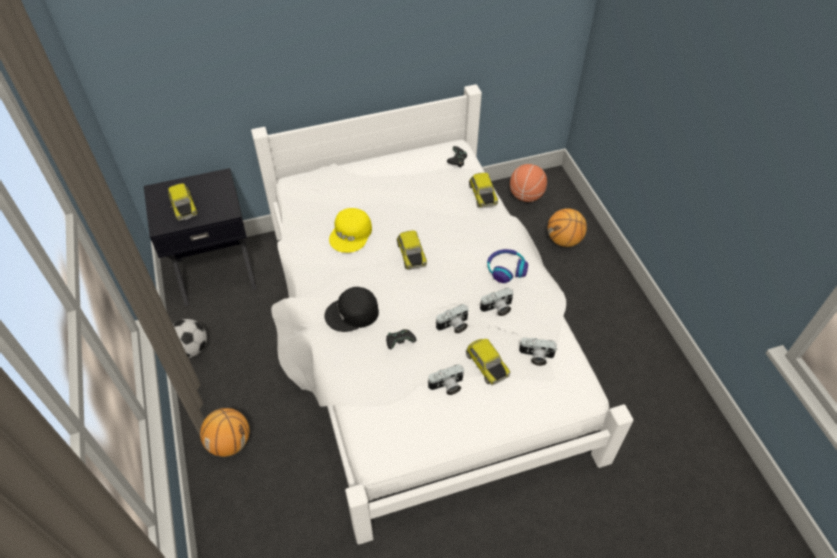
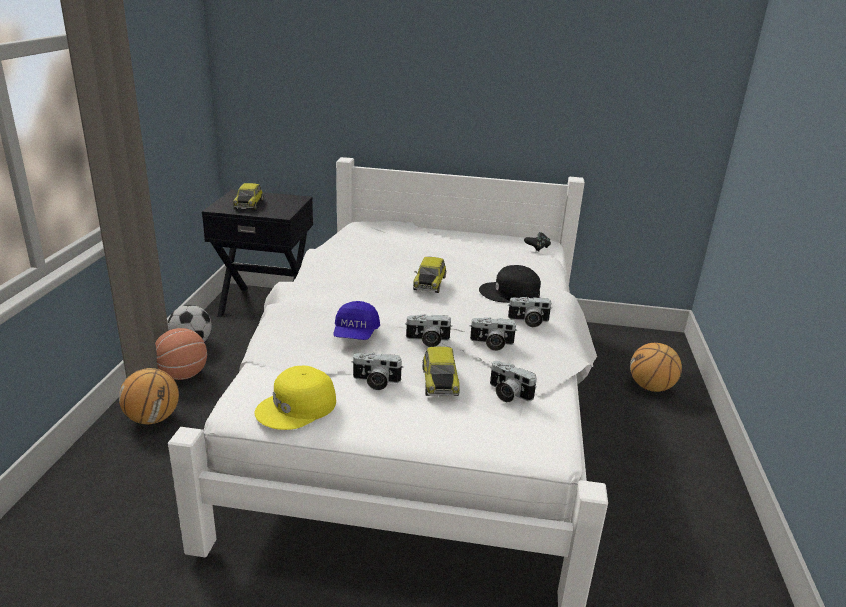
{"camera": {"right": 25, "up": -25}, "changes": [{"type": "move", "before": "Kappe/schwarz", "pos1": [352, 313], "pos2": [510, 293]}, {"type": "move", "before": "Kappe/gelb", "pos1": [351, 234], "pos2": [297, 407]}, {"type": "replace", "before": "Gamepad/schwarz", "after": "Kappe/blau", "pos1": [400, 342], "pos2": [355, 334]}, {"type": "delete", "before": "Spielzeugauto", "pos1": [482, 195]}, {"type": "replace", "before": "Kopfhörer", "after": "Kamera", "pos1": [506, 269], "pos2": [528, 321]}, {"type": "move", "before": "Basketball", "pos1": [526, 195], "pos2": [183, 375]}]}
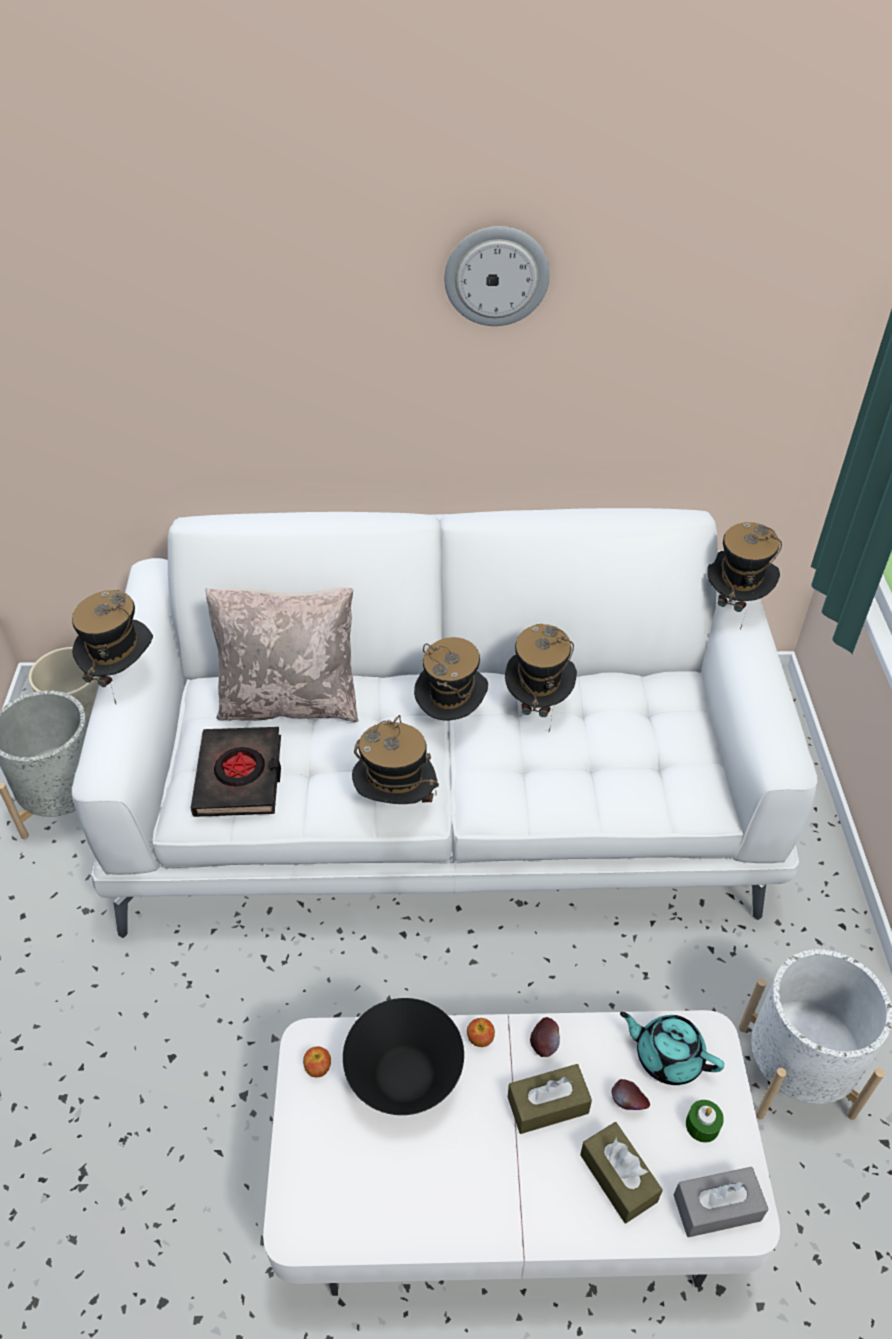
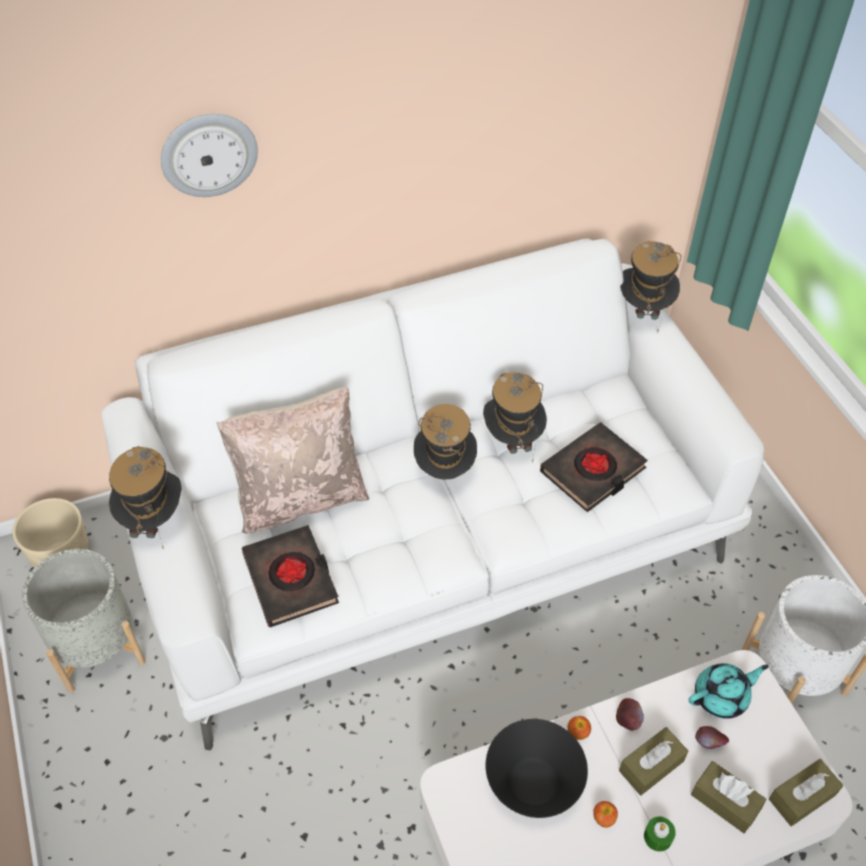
{"camera": {"right": -20, "up": 5}, "changes": [{"type": "move", "before": "Apfel", "pos1": [318, 1067], "pos2": [603, 818]}, {"type": "delete", "before": "Hut", "pos1": [395, 802]}, {"type": "move", "before": "Wanduhr", "pos1": [496, 275], "pos2": [209, 154]}, {"type": "rotate", "before": "Teekanne/türkis", "pos1": [667, 1056], "pos2": [722, 696], "turn": 150}, {"type": "recolor", "before": "Taschentuchbox/grau", "after": "Taschentuchbox/braun", "pos1": [716, 1207], "pos2": [802, 797]}, {"type": "move", "before": "Kerze/grün", "pos1": [702, 1125], "pos2": [658, 837]}, {"type": "insert", "after": "Buch/schwarz", "pos2": [593, 471]}]}
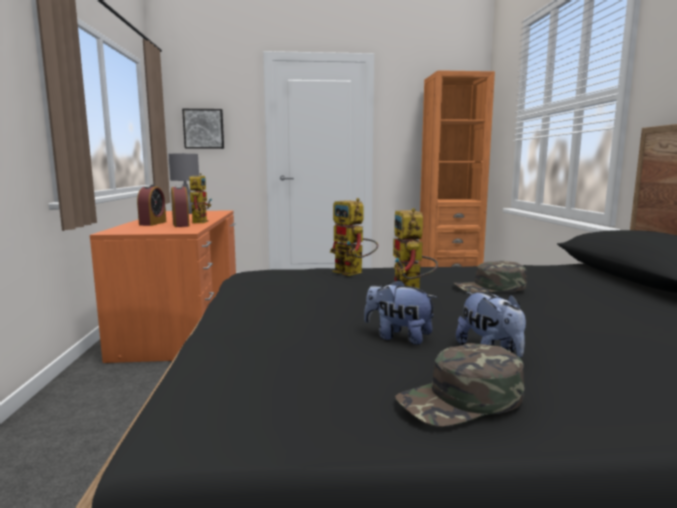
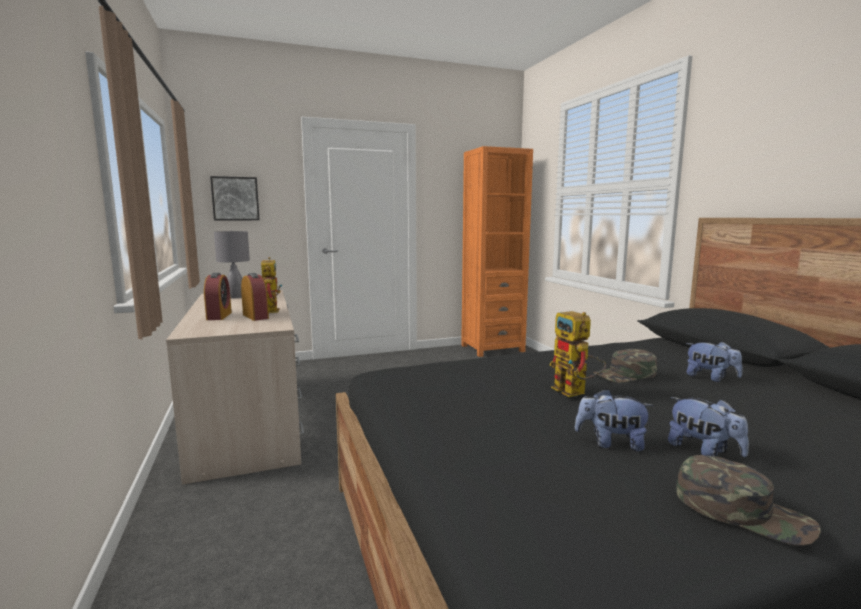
{"camera": {"right": -15, "up": 0}, "changes": [{"type": "recolor", "before": "Schreibtisch/orange", "after": "Schreibtisch/beige", "pos1": [184, 321], "pos2": [248, 419]}, {"type": "delete", "before": "Spielzeugroboter", "pos1": [353, 273]}, {"type": "rotate", "before": "Kappe/grün", "pos1": [461, 400], "pos2": [742, 510], "turn": -105}, {"type": "insert", "after": "Plüschtier", "pos2": [710, 378]}]}
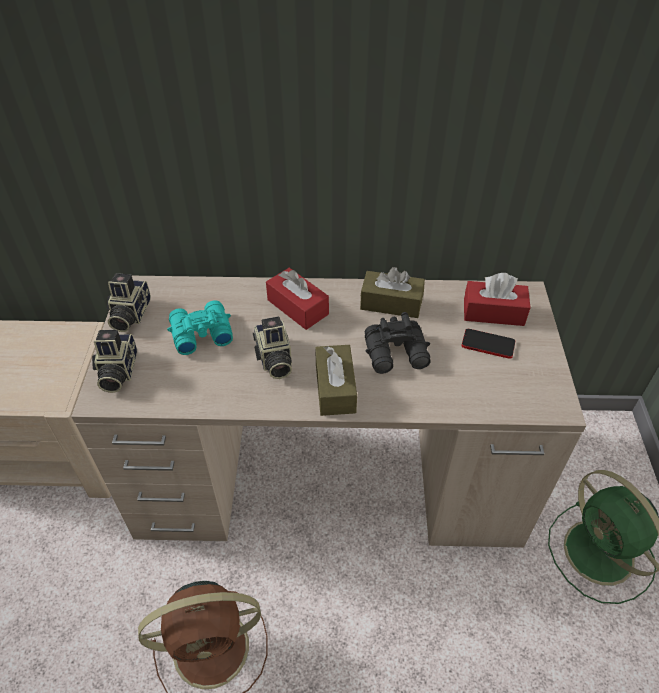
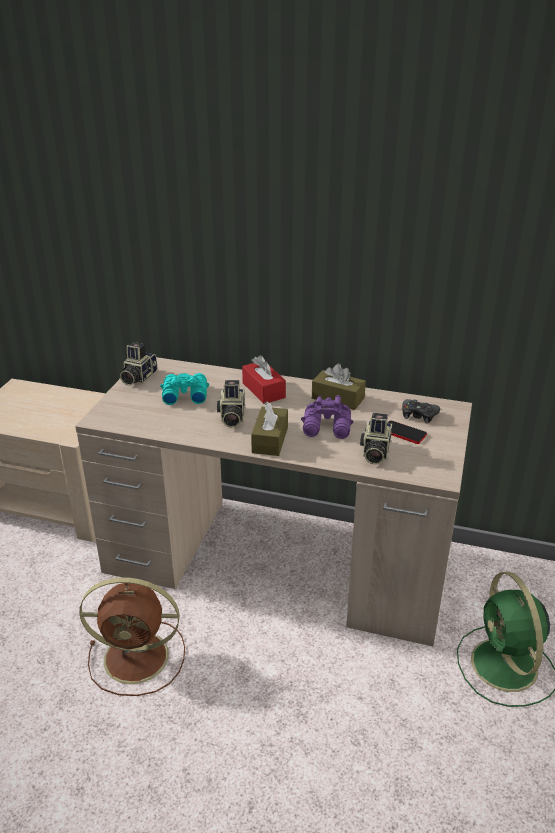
{"camera": {"right": 15, "up": -15}, "changes": [{"type": "move", "before": "Kamera", "pos1": [117, 372], "pos2": [374, 452]}, {"type": "recolor", "before": "Fernglas/schwarz", "after": "Fernglas/lila", "pos1": [397, 354], "pos2": [328, 428]}, {"type": "replace", "before": "Taschentuchbox/rot", "after": "Gamepad/schwarz", "pos1": [493, 312], "pos2": [418, 415]}]}
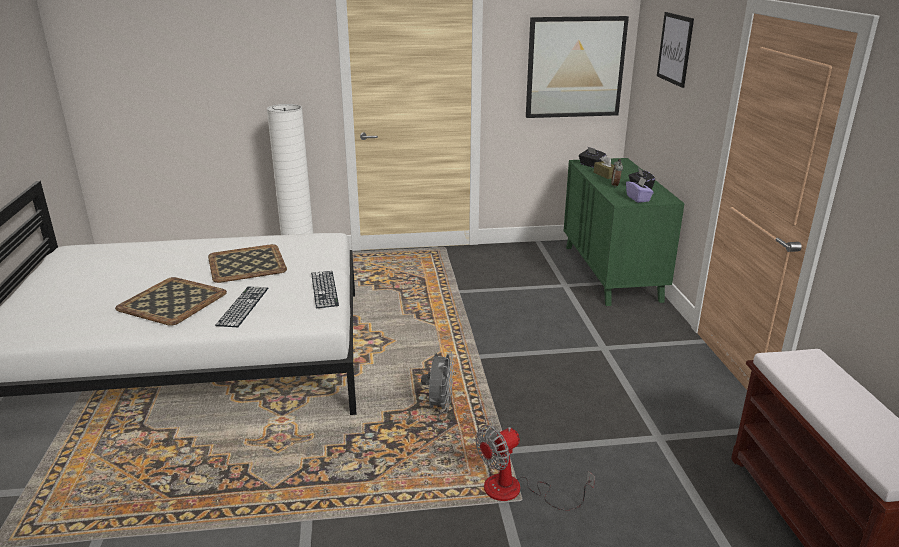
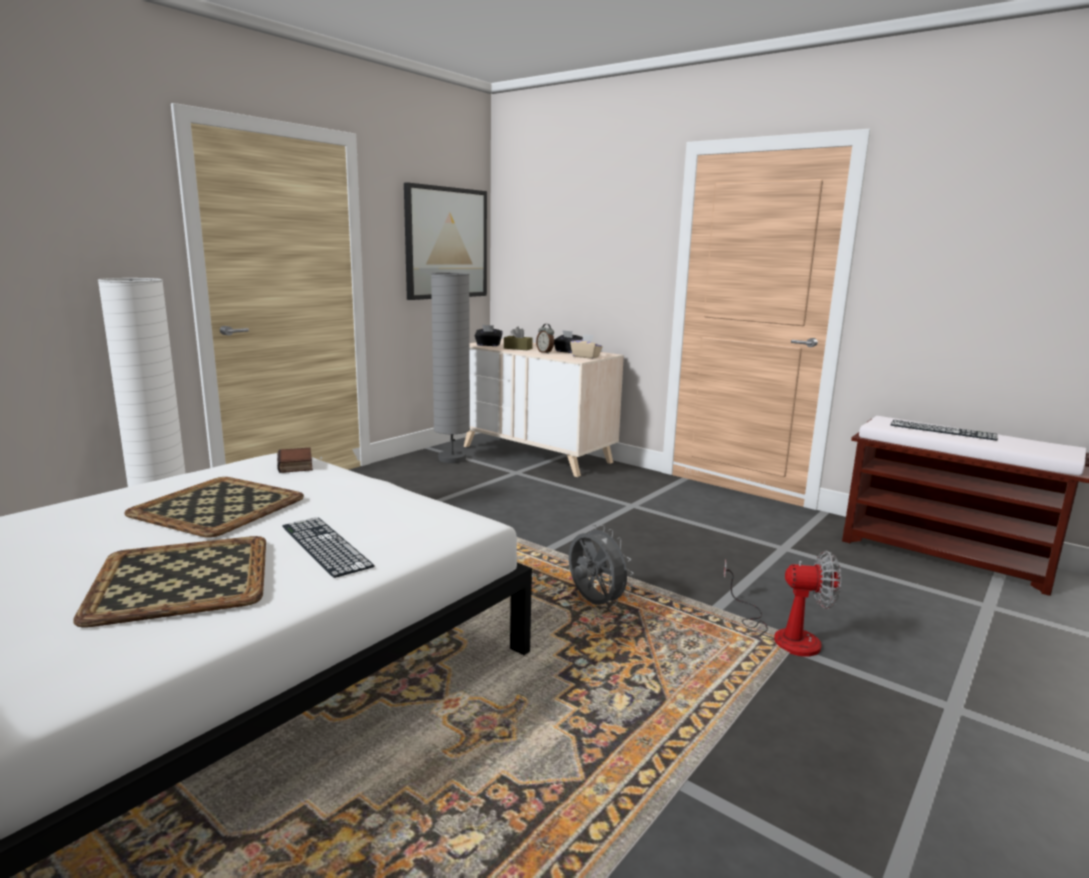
{"camera": {"right": -45, "up": -10}, "changes": [{"type": "move", "before": "Tastatur", "pos1": [324, 289], "pos2": [942, 430]}, {"type": "rotate", "before": "Ventilator", "pos1": [516, 491], "pos2": [783, 635], "turn": -90}, {"type": "recolor", "before": "Kommode/grün", "after": "Kommode/beige", "pos1": [611, 273], "pos2": [536, 454]}, {"type": "recolor", "before": "Taschentuchbox/lila", "after": "Taschentuchbox/beige", "pos1": [638, 198], "pos2": [586, 357]}, {"type": "delete", "before": "Bild", "pos1": [675, 49]}, {"type": "insert", "after": "Buch", "pos2": [297, 465]}, {"type": "insert", "after": "Stehlampe/grau", "pos2": [452, 459]}]}
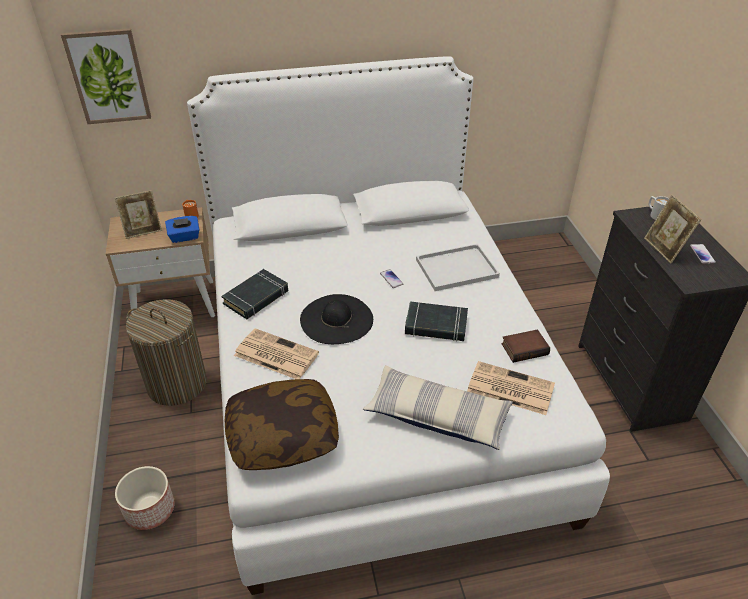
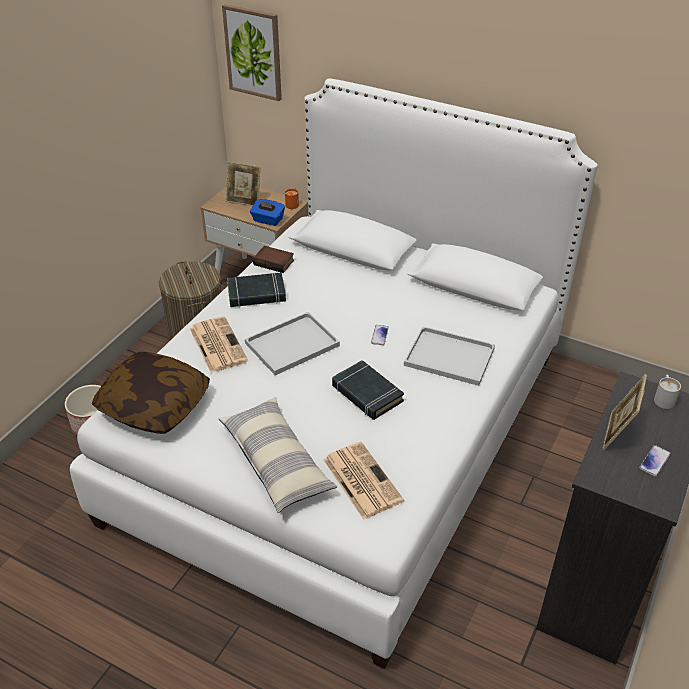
{"camera": {"right": 40, "up": 0}, "changes": [{"type": "replace", "before": "Hut/schwarz", "after": "Tablett/weiß", "pos1": [336, 319], "pos2": [293, 343]}, {"type": "move", "before": "Buch", "pos1": [524, 348], "pos2": [274, 262]}]}
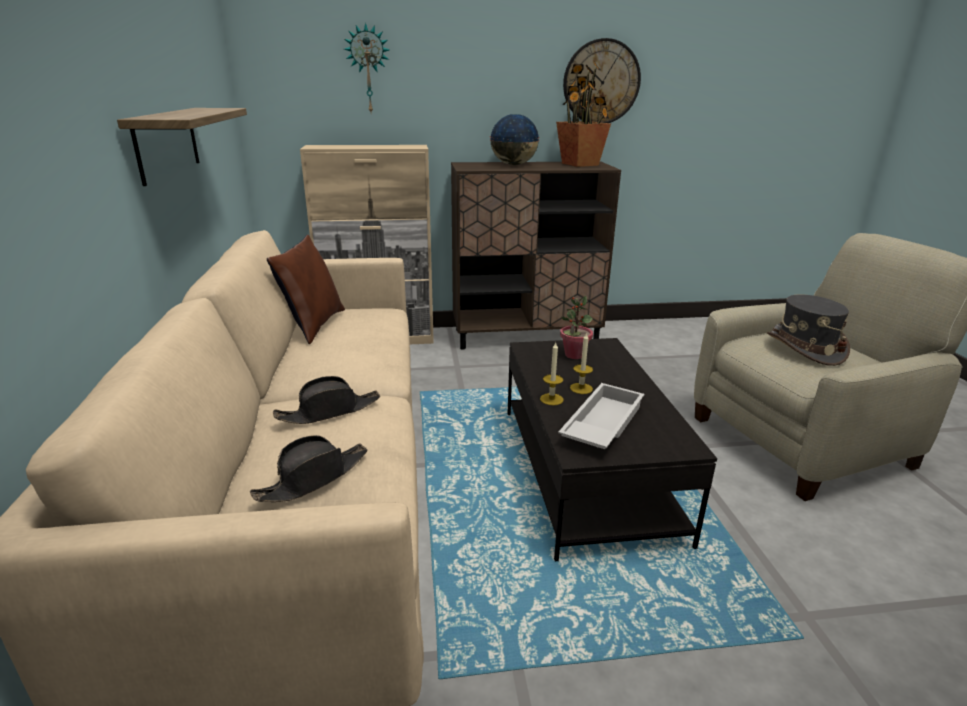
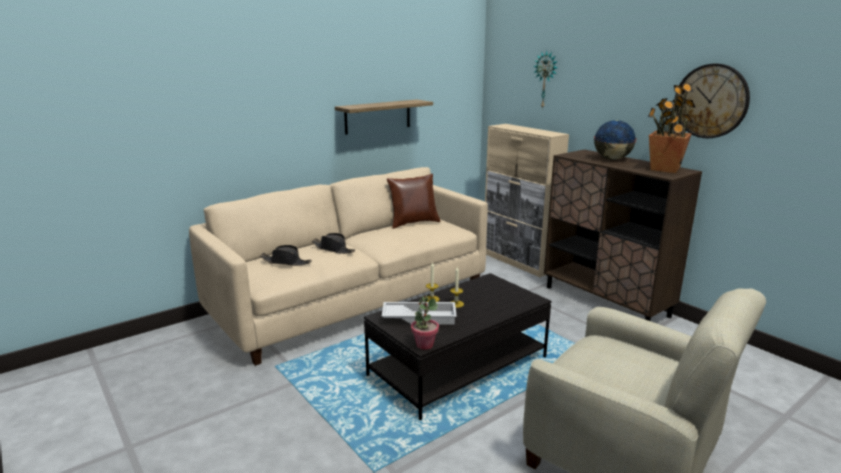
{"camera": {"right": 60, "up": -5}, "changes": [{"type": "move", "before": "Topfpflanze", "pos1": [574, 355], "pos2": [424, 345]}, {"type": "delete", "before": "Hut/grau", "pos1": [804, 348]}]}
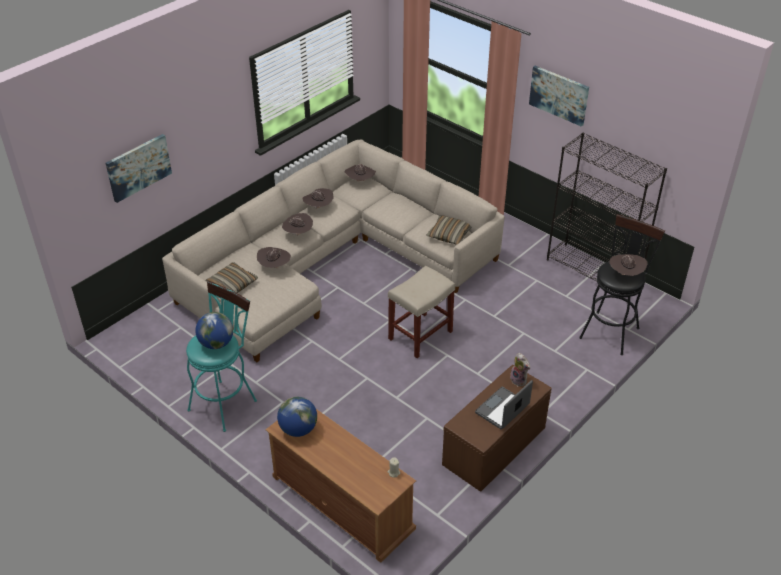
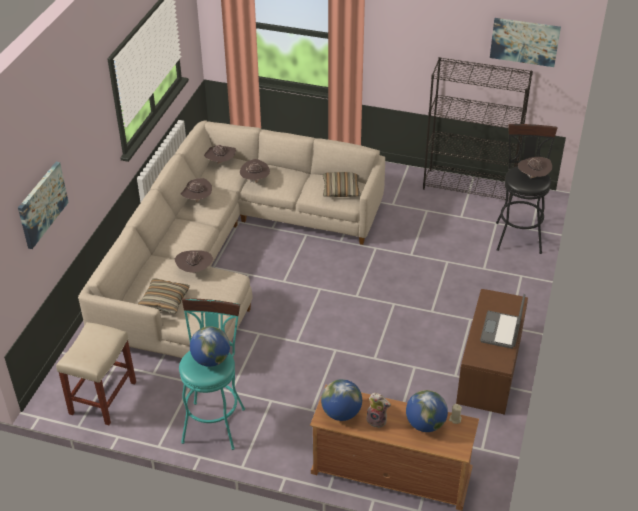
{"camera": {"right": -25, "up": 0}, "changes": [{"type": "move", "before": "Hut/braun", "pos1": [298, 234], "pos2": [255, 181]}, {"type": "move", "before": "Hocker/beige", "pos1": [420, 336], "pos2": [102, 399]}, {"type": "move", "before": "Plüschtier", "pos1": [519, 380], "pos2": [377, 420]}, {"type": "move", "before": "Bild", "pos1": [559, 95], "pos2": [524, 41]}, {"type": "insert", "after": "Globus", "pos2": [425, 424]}]}
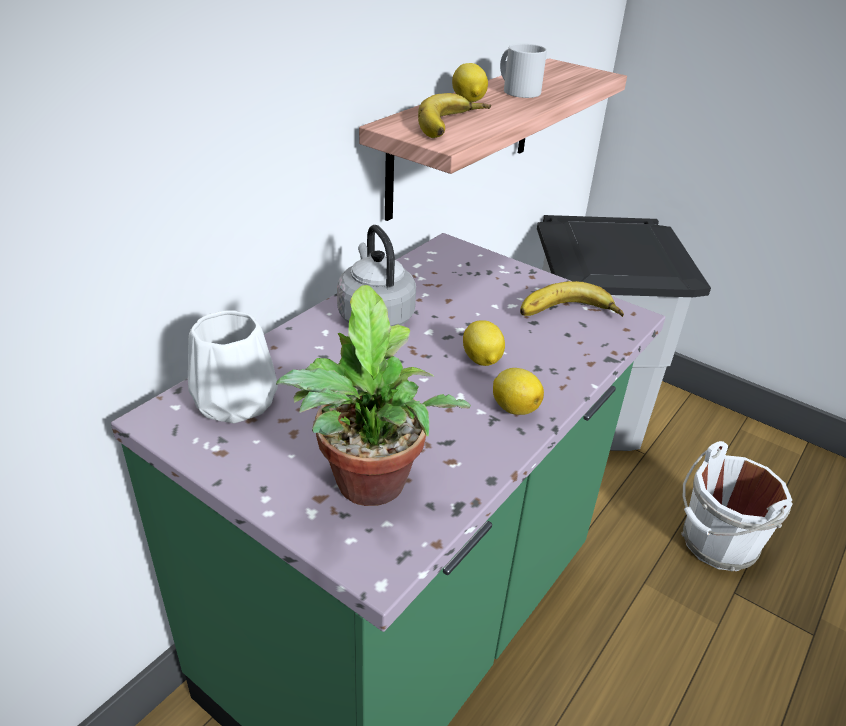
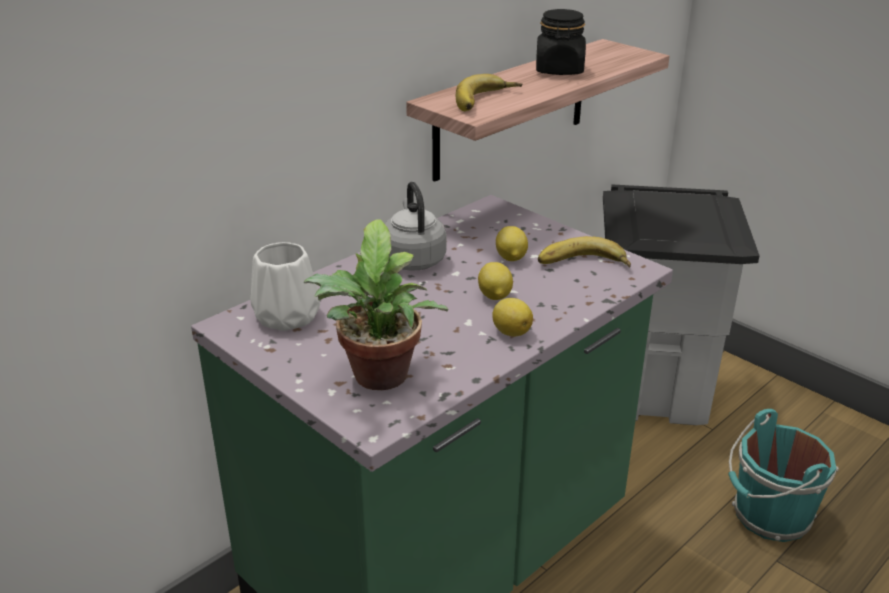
{"camera": {"right": 10, "up": -5}, "changes": [{"type": "move", "before": "Zitrone", "pos1": [468, 101], "pos2": [510, 258]}, {"type": "replace", "before": "Henkelbecher/weiß", "after": "Vorratsglas/schwarz", "pos1": [520, 91], "pos2": [559, 70]}, {"type": "recolor", "before": "Eimer/weiß", "after": "Eimer/türkis", "pos1": [716, 544], "pos2": [768, 516]}]}
